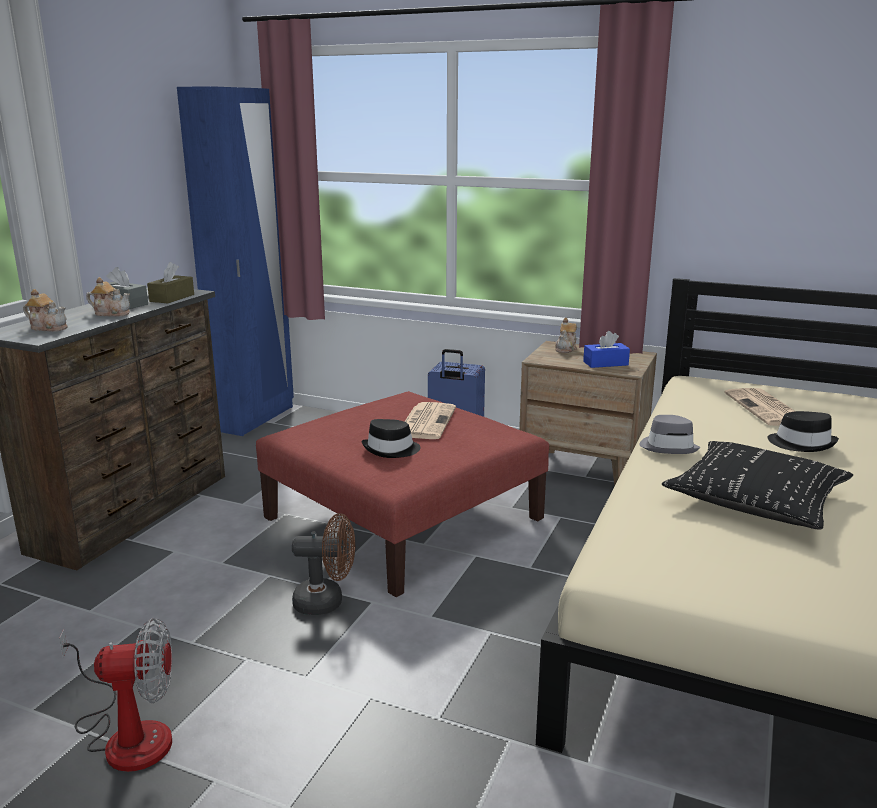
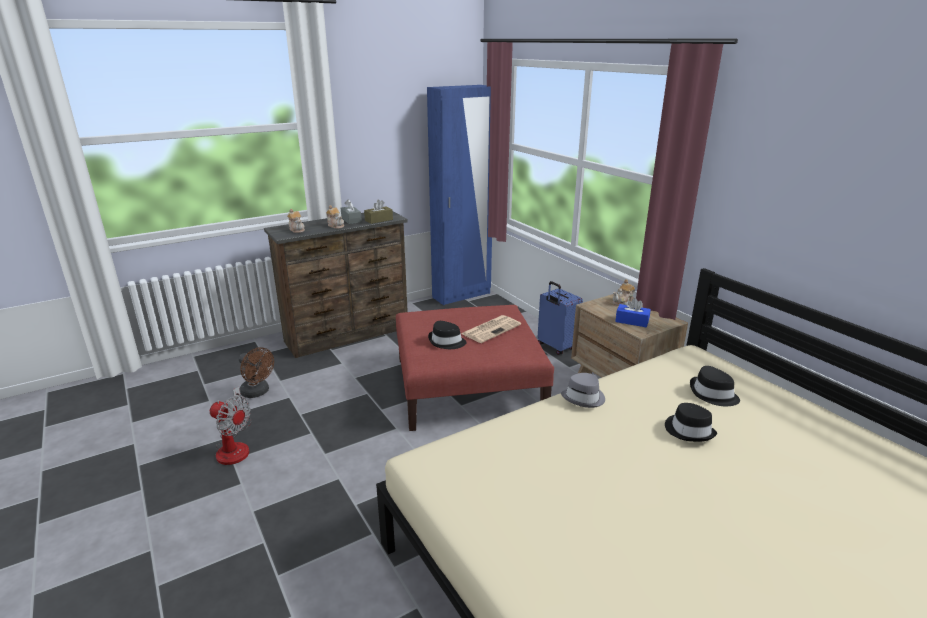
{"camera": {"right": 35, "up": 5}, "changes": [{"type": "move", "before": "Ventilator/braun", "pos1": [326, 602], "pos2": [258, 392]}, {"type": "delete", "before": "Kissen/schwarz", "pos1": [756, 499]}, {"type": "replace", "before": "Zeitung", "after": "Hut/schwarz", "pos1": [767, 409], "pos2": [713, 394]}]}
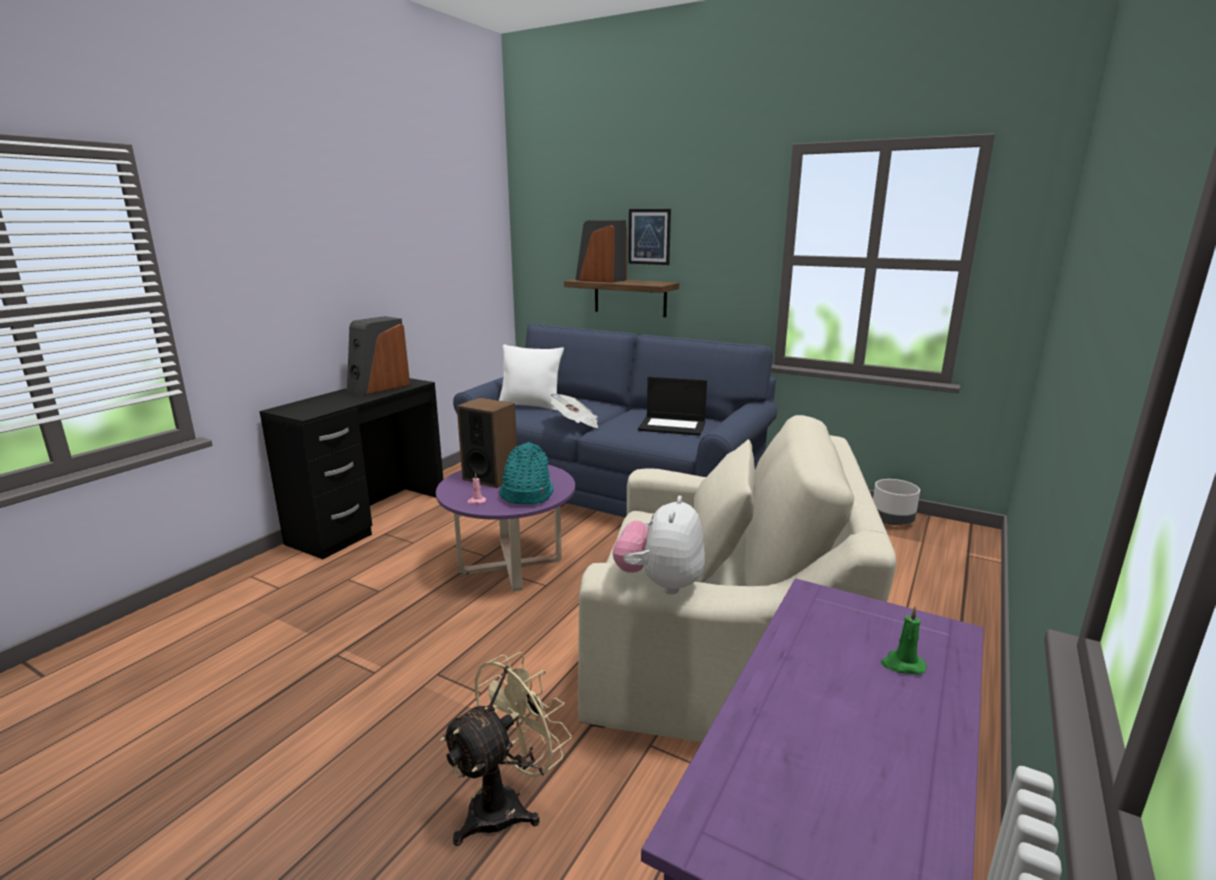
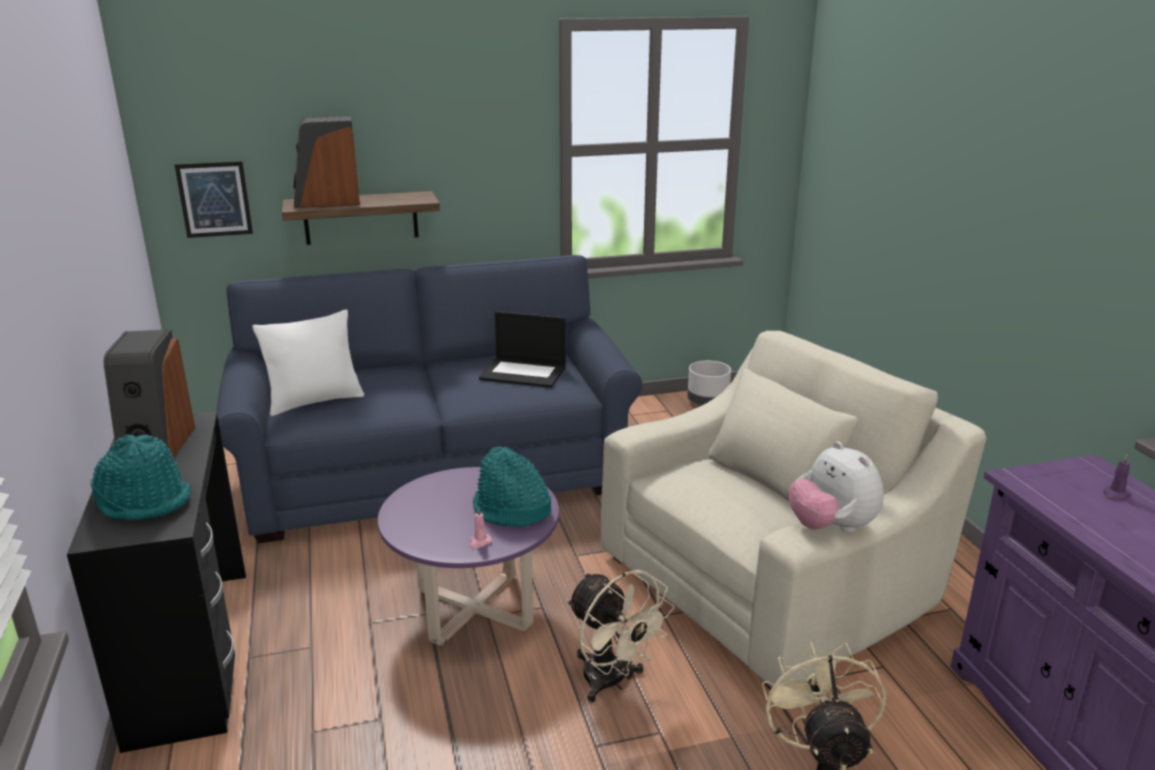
{"camera": {"right": -45, "up": 5}, "changes": [{"type": "delete", "before": "Lautsprecher", "pos1": [490, 477]}, {"type": "delete", "before": "Zeitung", "pos1": [575, 423]}, {"type": "move", "before": "Bild", "pos1": [649, 236], "pos2": [214, 199]}, {"type": "rotate", "before": "Laptop", "pos1": [673, 426], "pos2": [524, 373], "turn": 45}, {"type": "recolor", "before": "Kerze/grün", "after": "Kerze/lila", "pos1": [902, 665], "pos2": [1115, 495]}, {"type": "insert", "after": "Hut/türkis", "pos2": [145, 501]}, {"type": "insert", "after": "Ventilator/beige", "pos2": [612, 682]}]}
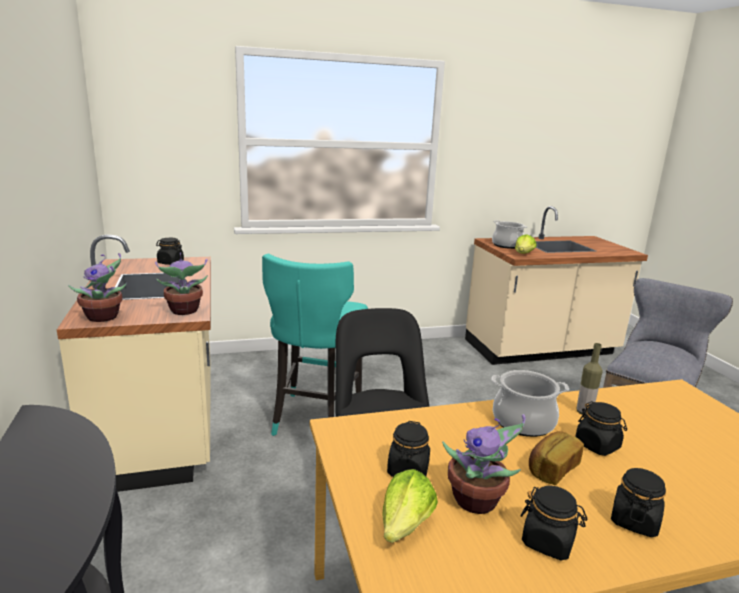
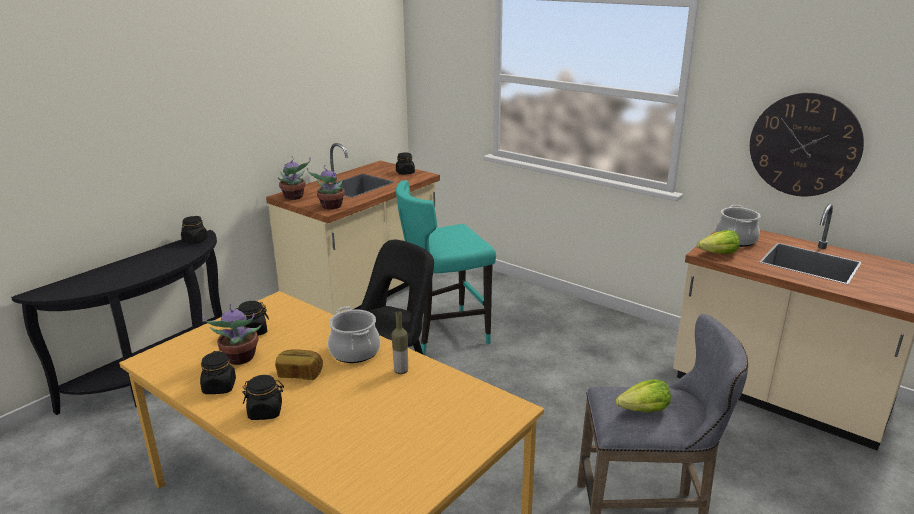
{"camera": {"right": 55, "up": 5}, "changes": [{"type": "move", "before": "Salatkopf", "pos1": [406, 525], "pos2": [644, 410]}, {"type": "move", "before": "Vorratsglas/schwarz", "pos1": [597, 445], "pos2": [195, 240]}, {"type": "insert", "after": "Wanduhr", "pos2": [804, 145]}]}
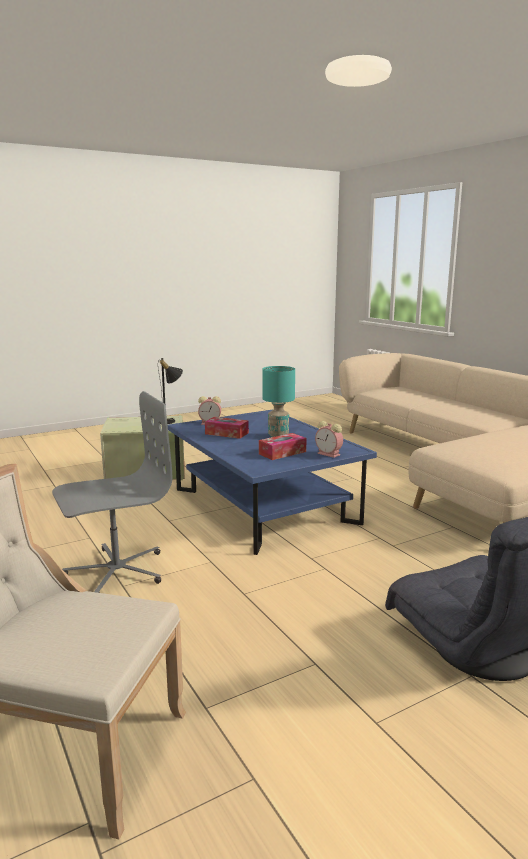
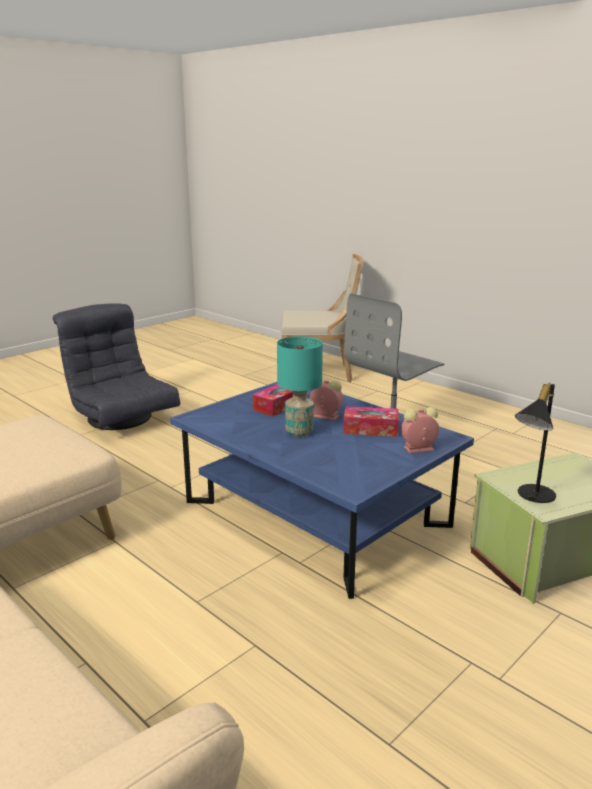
{"camera": {"right": 165, "up": 5}, "changes": [{"type": "move", "before": "Wecker", "pos1": [329, 454], "pos2": [324, 416]}]}
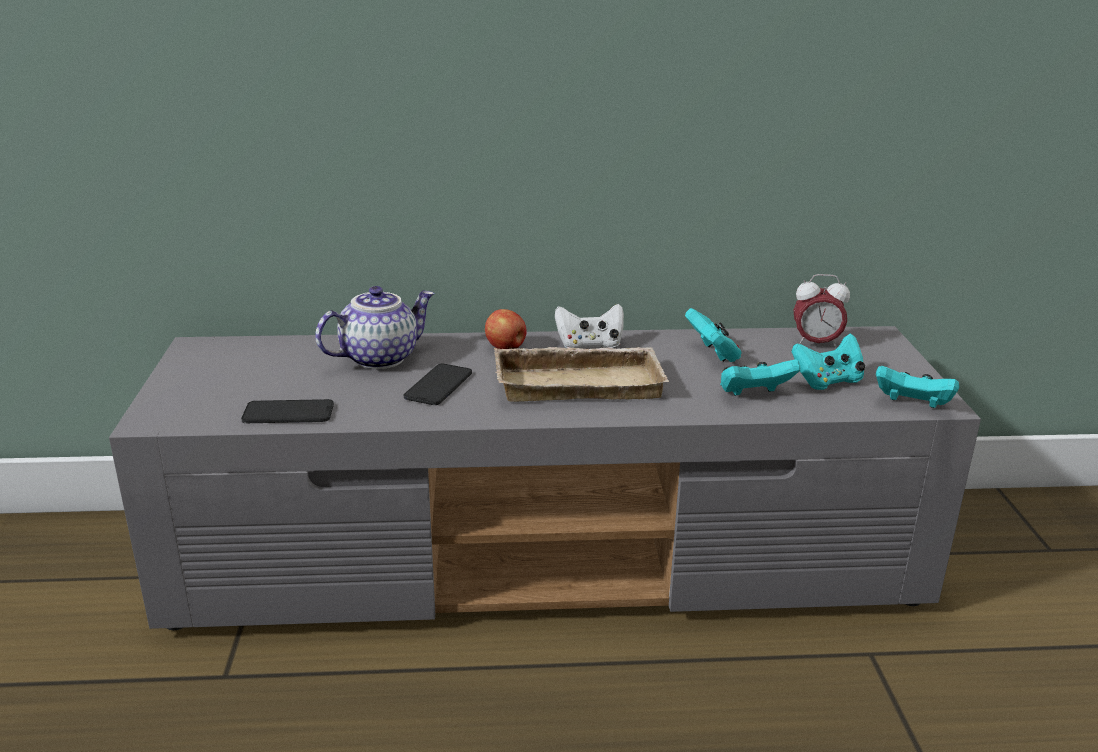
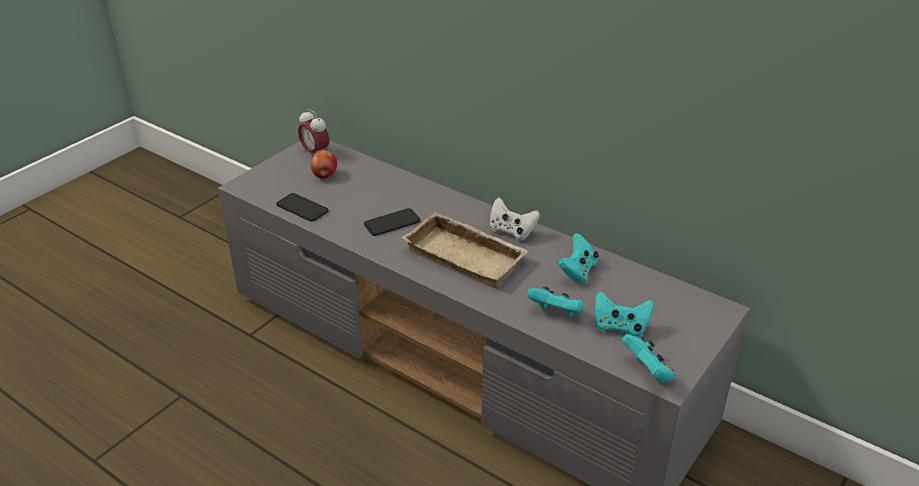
{"camera": {"right": 40, "up": 10}, "changes": [{"type": "delete", "before": "Teekanne", "pos1": [379, 357]}, {"type": "move", "before": "Apfel", "pos1": [506, 348], "pos2": [324, 175]}, {"type": "move", "before": "Wecker", "pos1": [816, 344], "pos2": [315, 152]}]}
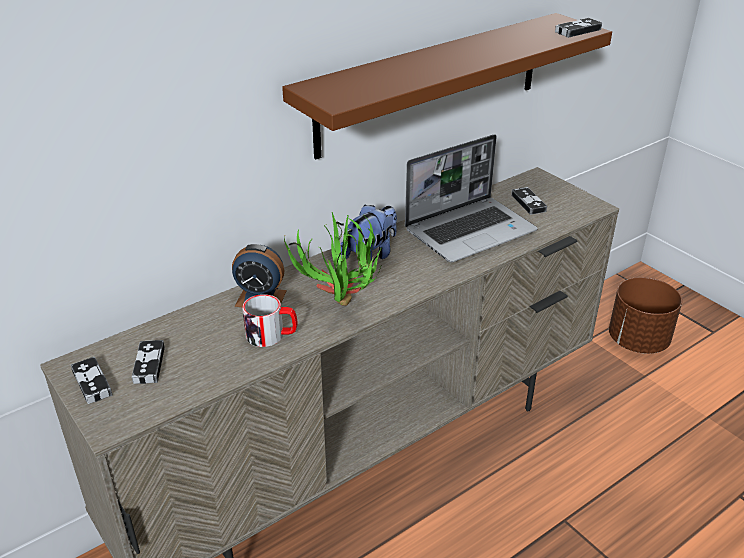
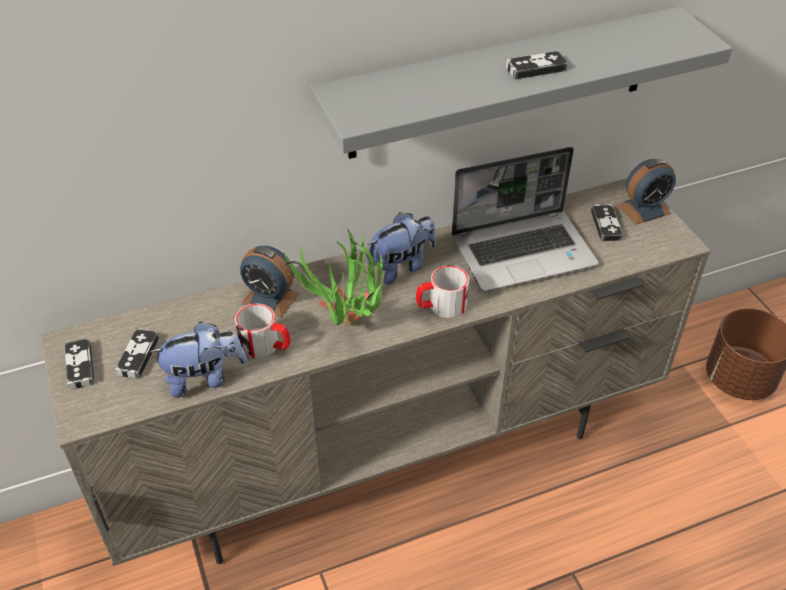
{"camera": {"right": 15, "up": 10}, "changes": [{"type": "recolor", "before": "Wandregal/braun", "after": "Wandregal/grau", "pos1": [432, 83], "pos2": [501, 83]}, {"type": "move", "before": "Gamepad", "pos1": [577, 30], "pos2": [535, 68]}, {"type": "insert", "after": "Plüschtier", "pos2": [204, 378]}, {"type": "insert", "after": "Henkelbecher", "pos2": [441, 306]}, {"type": "insert", "after": "Wecker", "pos2": [644, 209]}]}
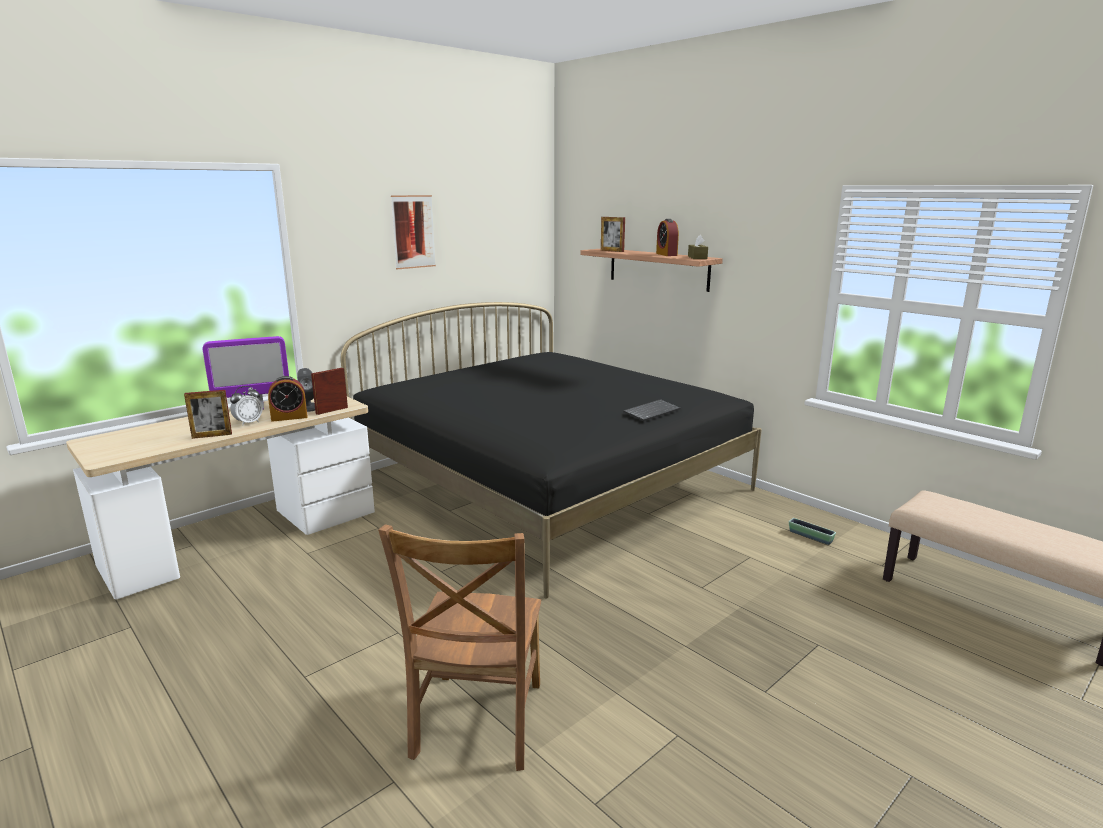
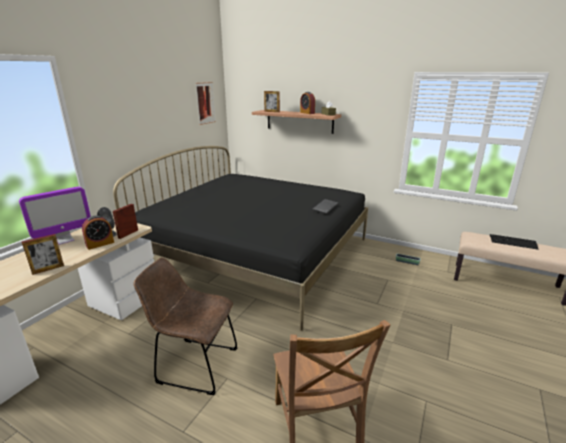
{"camera": {"right": -20, "up": 5}, "changes": [{"type": "delete", "before": "Wecker", "pos1": [248, 423]}, {"type": "move", "before": "Bild", "pos1": [413, 232], "pos2": [205, 103]}, {"type": "insert", "after": "Stuhl/braun", "pos2": [194, 364]}, {"type": "insert", "after": "Tastatur", "pos2": [513, 242]}]}
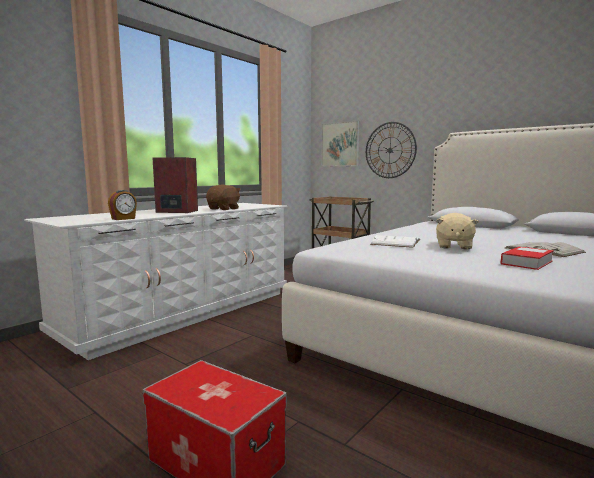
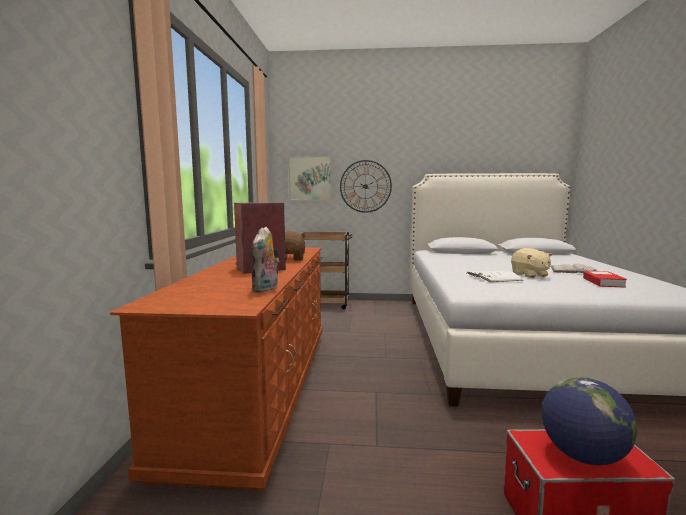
{"camera": {"right": -35, "up": 0}, "changes": [{"type": "recolor", "before": "Kommode/weiß", "after": "Kommode/braun", "pos1": [184, 312], "pos2": [260, 390]}, {"type": "replace", "before": "Wecker", "after": "Plüschtier", "pos1": [123, 219], "pos2": [266, 289]}, {"type": "insert", "after": "Globus", "pos2": [582, 456]}]}
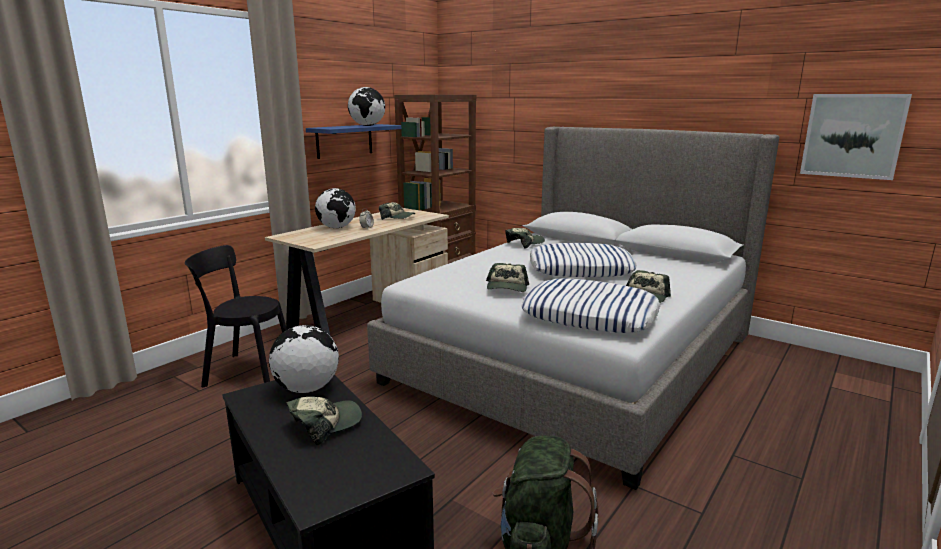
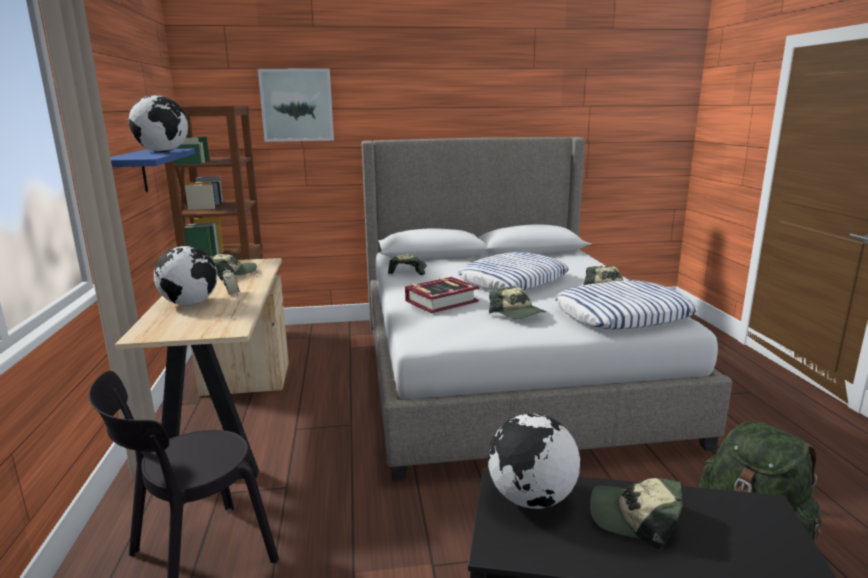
{"camera": {"right": -45, "up": 0}, "changes": [{"type": "rotate", "before": "Kappe", "pos1": [325, 424], "pos2": [635, 518], "turn": -75}, {"type": "move", "before": "Bild", "pos1": [852, 135], "pos2": [297, 105]}, {"type": "insert", "after": "Buch", "pos2": [441, 301]}]}
